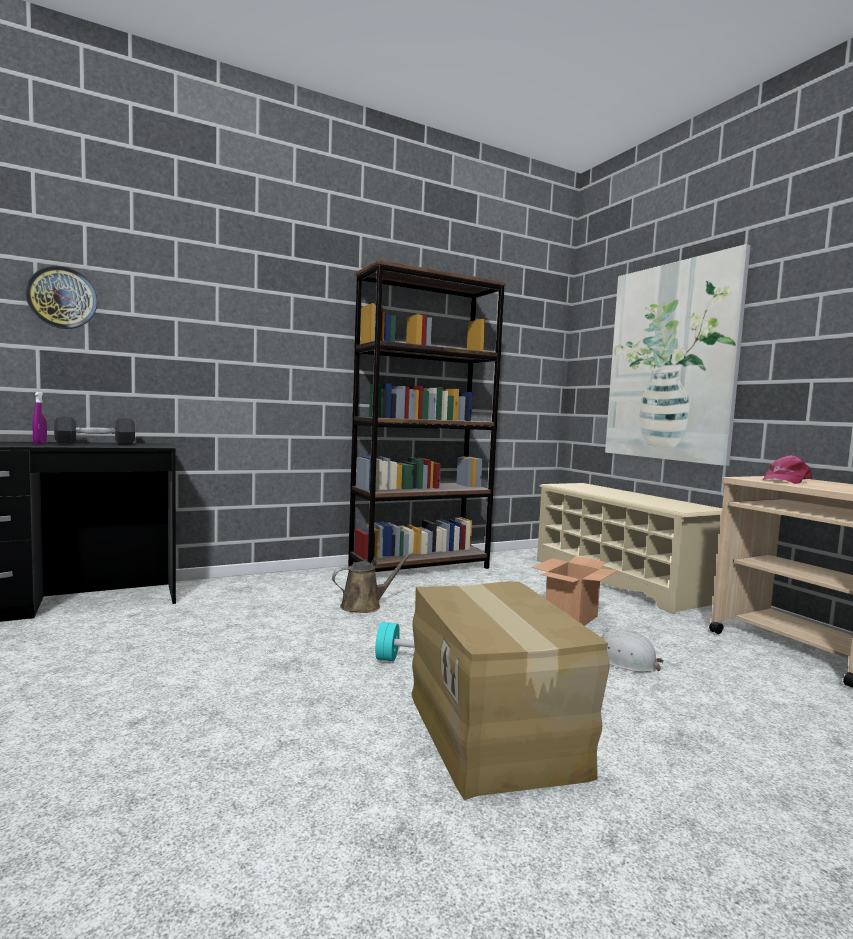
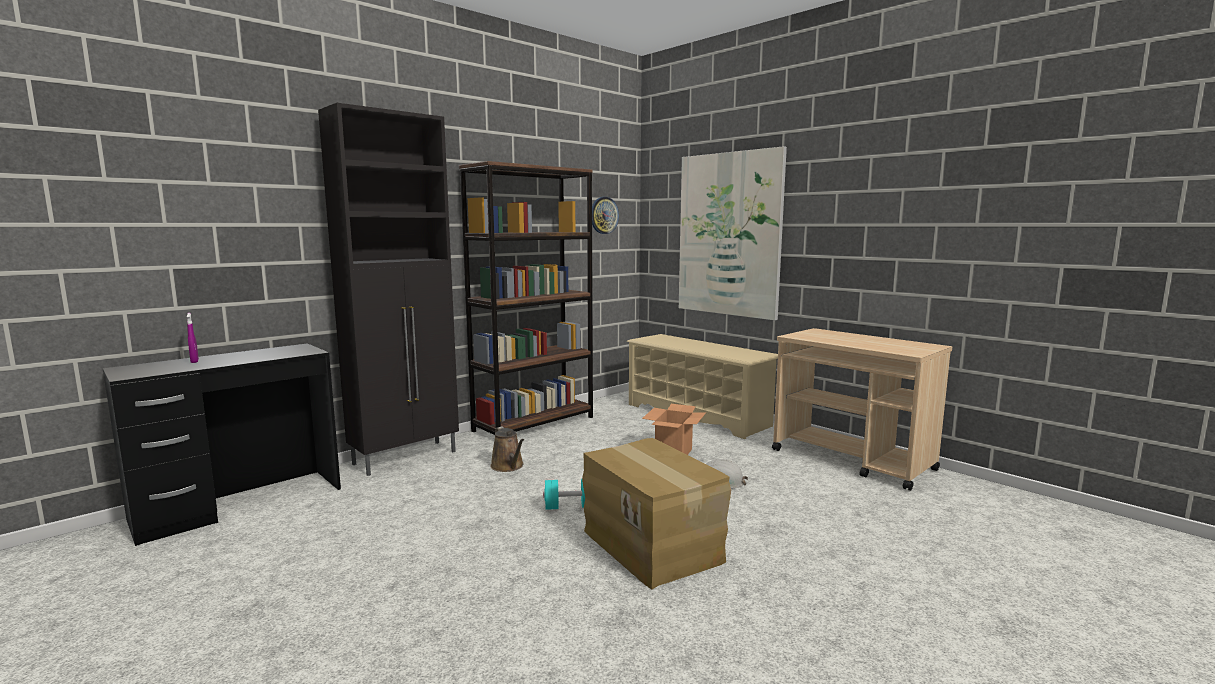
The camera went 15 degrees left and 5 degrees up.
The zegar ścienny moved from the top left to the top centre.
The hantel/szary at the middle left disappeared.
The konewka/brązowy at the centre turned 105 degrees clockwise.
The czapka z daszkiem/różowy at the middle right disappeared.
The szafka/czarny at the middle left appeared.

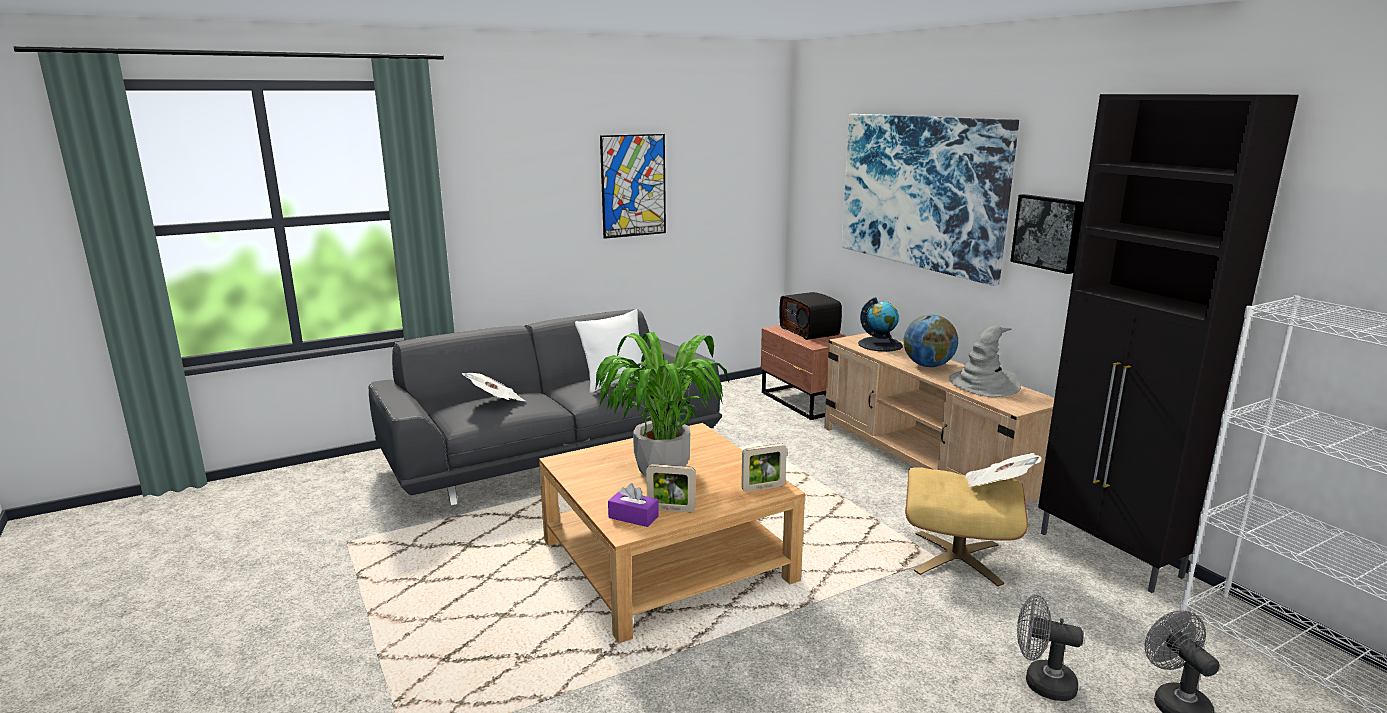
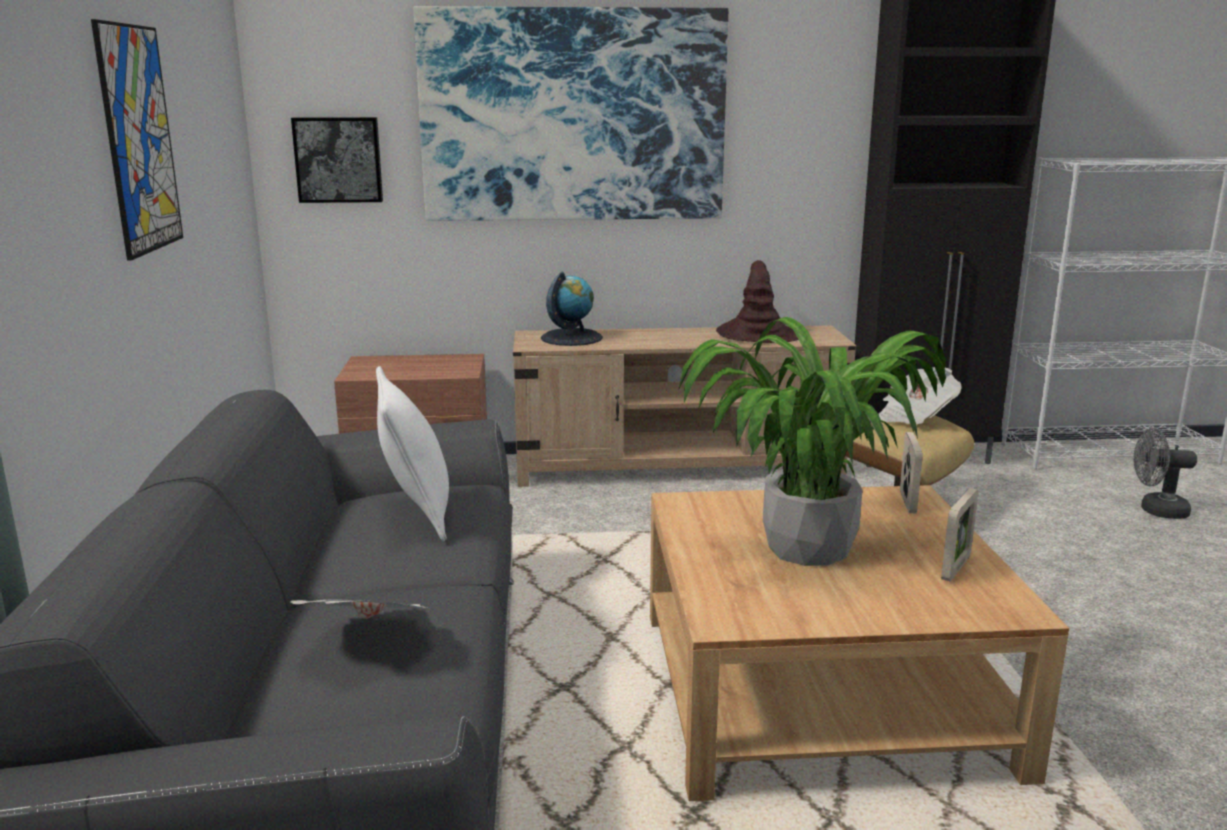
The camera went 65 degrees left and 0 degrees up.
The pudełko chusteczek/fioletowy at the bottom centre disappeared.
The radio at the centre disappeared.
The globus (2nd from left) at the middle right disappeared.
The kapelusz/szary at the middle right became the kapelusz/brązowy at the centre.
The obraz (3rd from left in the first image) moved from the top right to the top left.
The wentylator/szary (1st from left) at the bottom right disappeared.

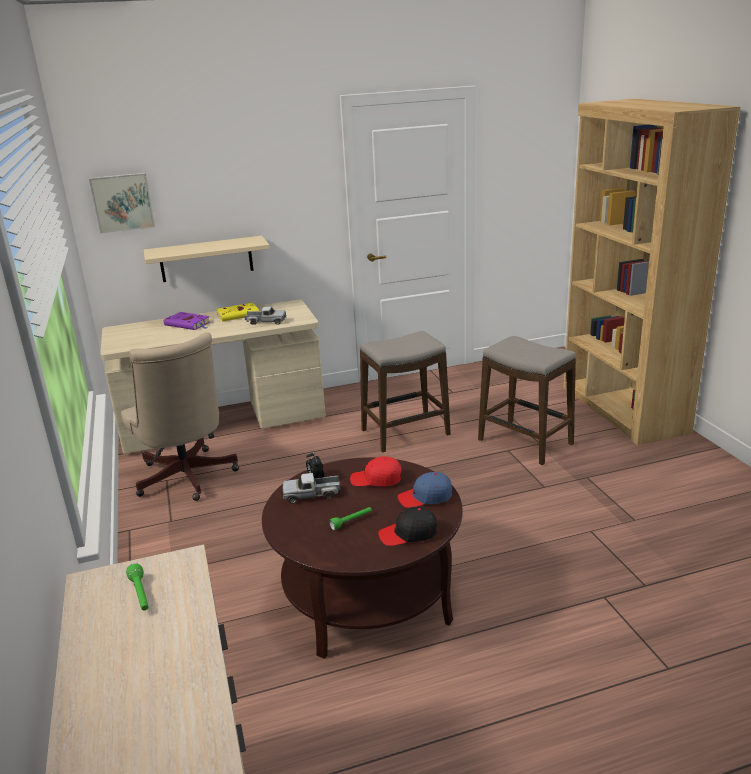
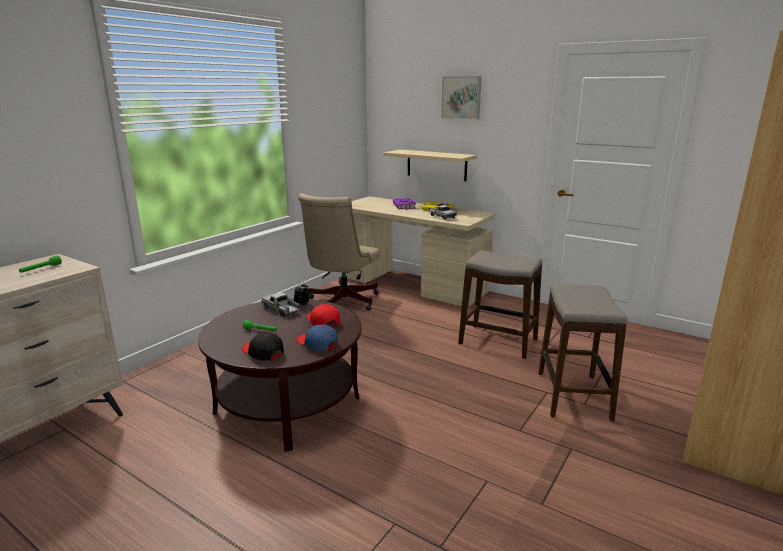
The camera went 50 degrees right and 5 degrees down.
The obraz moved from the top left to the top centre.

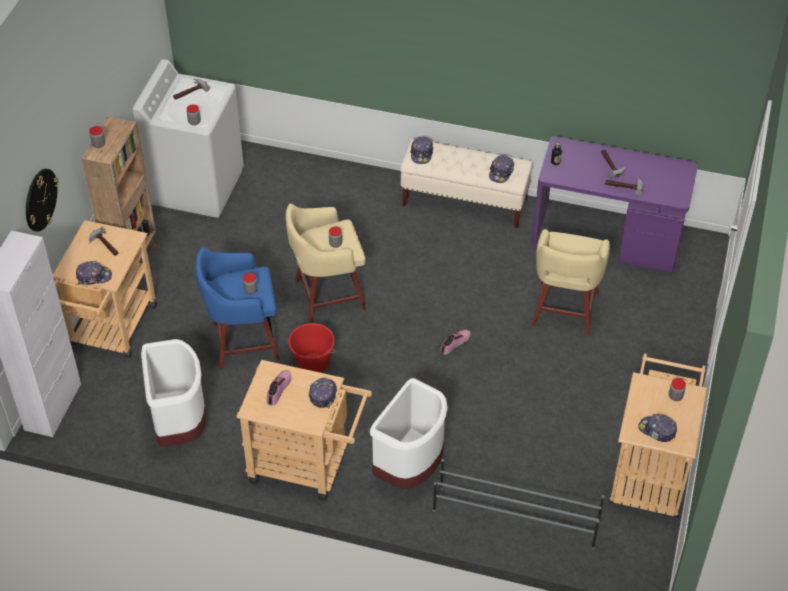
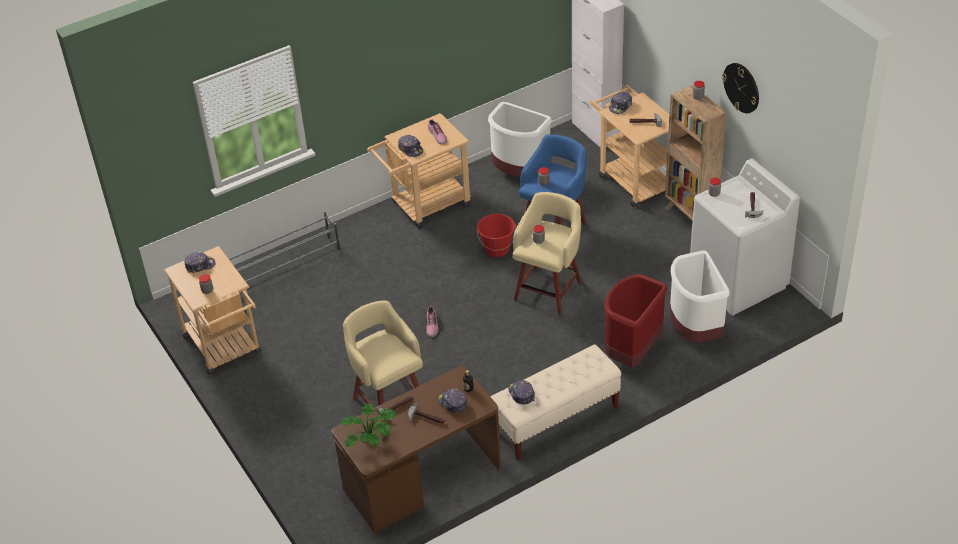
The camera went 135 degrees right and 5 degrees down.
The zegar ścienny moved from the middle left to the top right.
The kosz na śmieci/biały (2nd from left) moved from the bottom centre to the middle right.
The czapka z daszkiem (3rd from left) moved from the top centre to the bottom centre.
The biurko/fioletowy at the middle right became the biurko/brązowy at the bottom centre.
The roślina doniczkowa at the bottom centre appeared.
The kosz na śmieci/czerwony at the centre appeared.

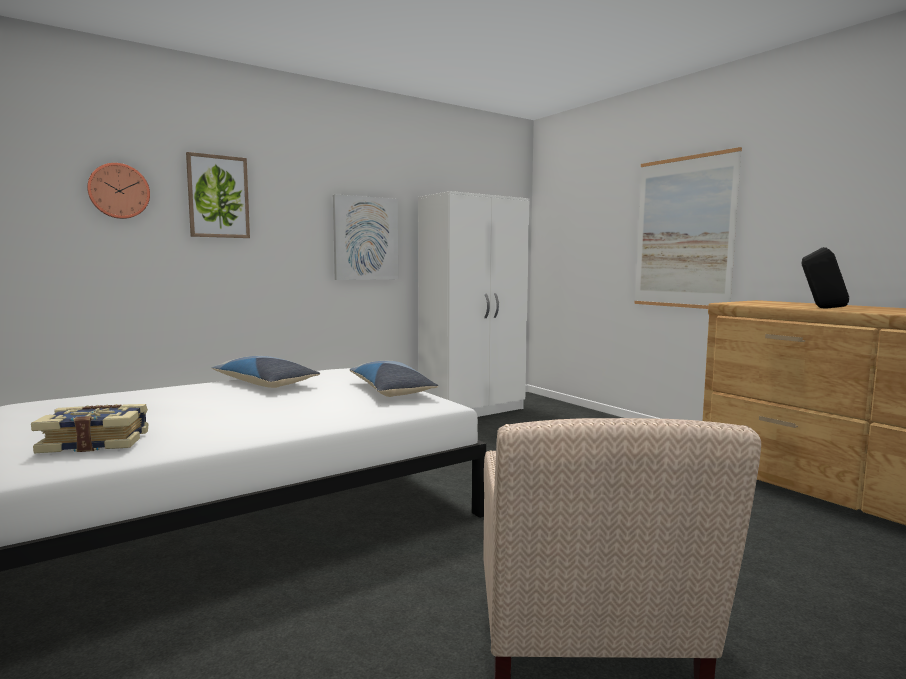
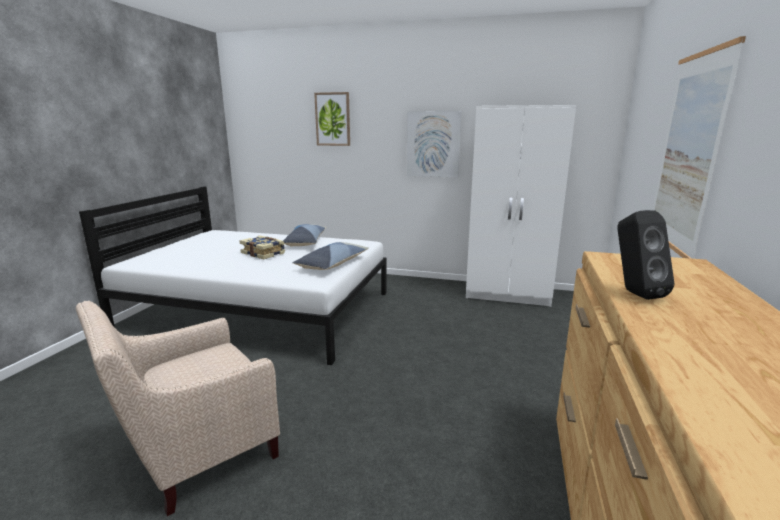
The camera went 50 degrees right and 10 degrees up.
The książka moved from the middle left to the centre.
The zegar ścienny at the top left disappeared.

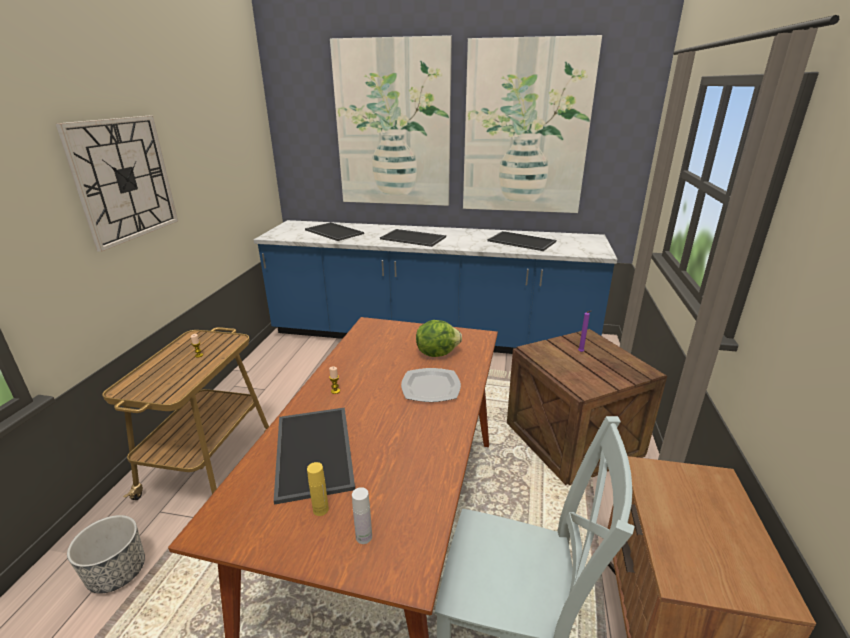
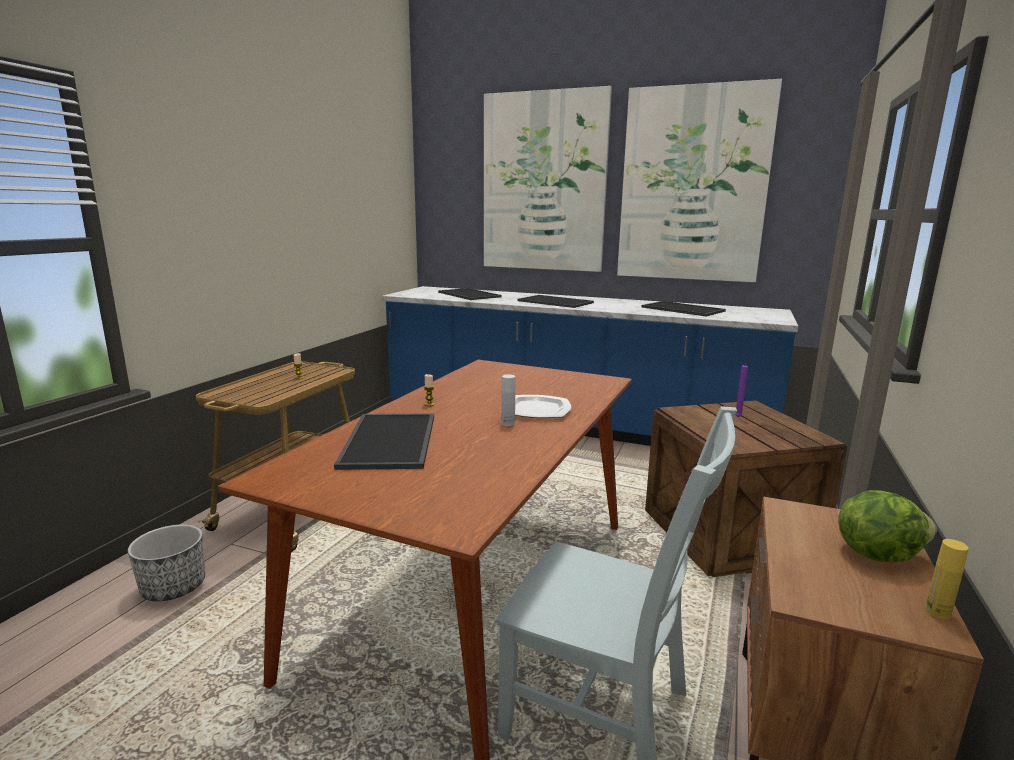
The camera went 10 degrees right and 10 degrees down.
The zegar ścienny at the top left disappeared.
The butelka/żółty moved from the bottom centre to the bottom right.
The butelka/biały moved from the bottom centre to the centre.
The sałata moved from the centre to the bottom right.

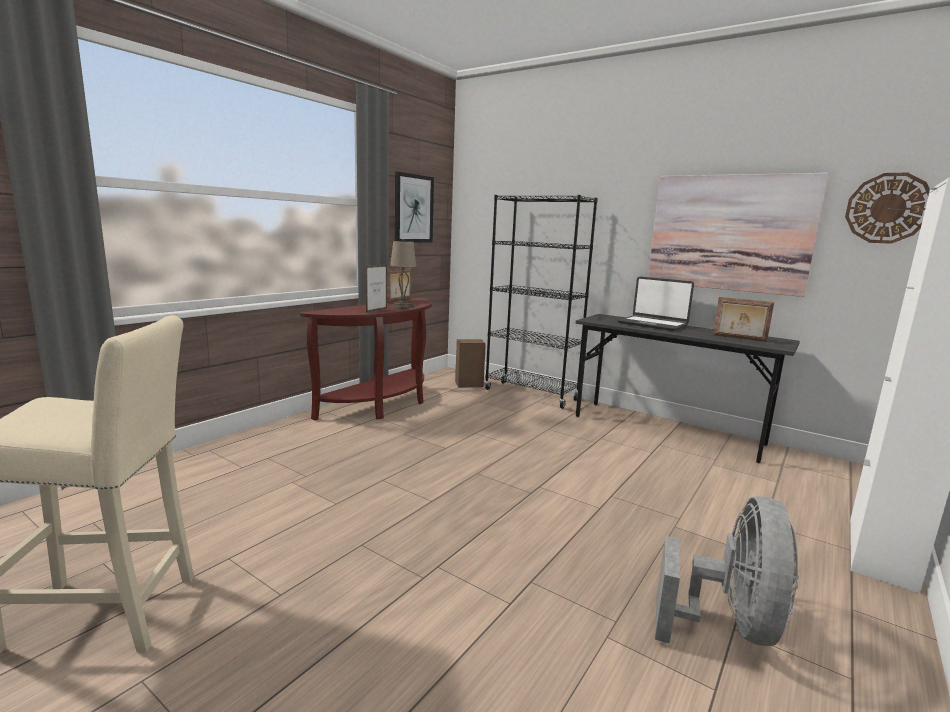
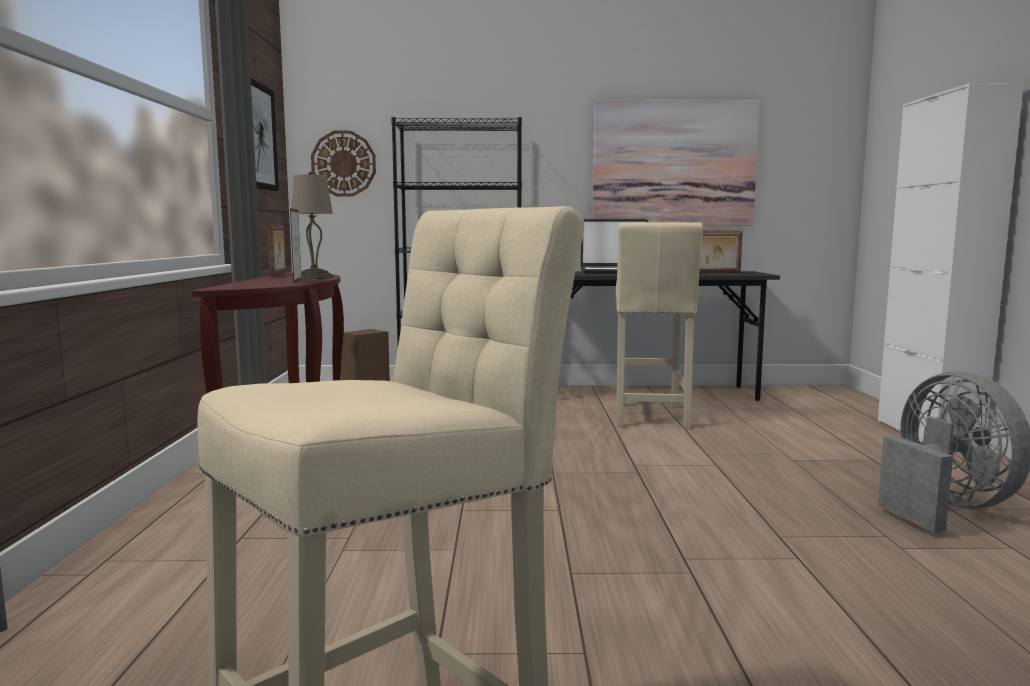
The camera went 35 degrees left and 5 degrees down.
The zegar ścienny moved from the top right to the top left.
The stołek/beżowy (2nd from left) at the centre appeared.

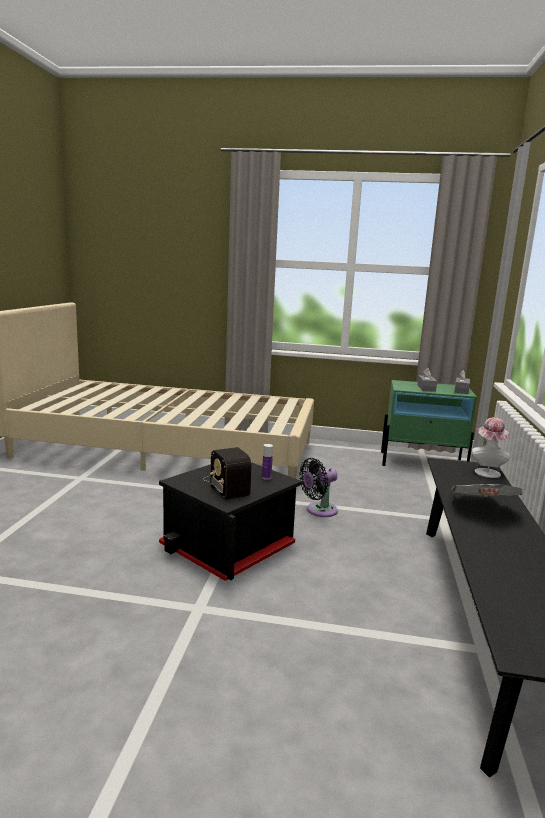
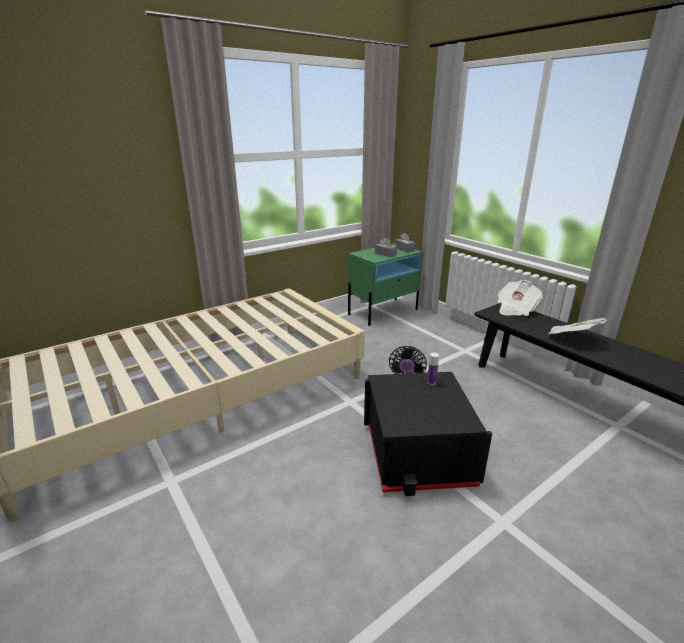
The camera went 45 degrees left and 10 degrees up.
The radio at the centre disappeared.
The kapelusz at the middle right was replaced by the gazeta (1st from left) at the middle right.

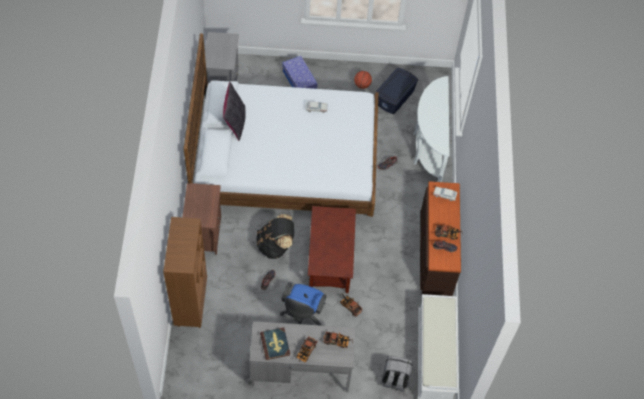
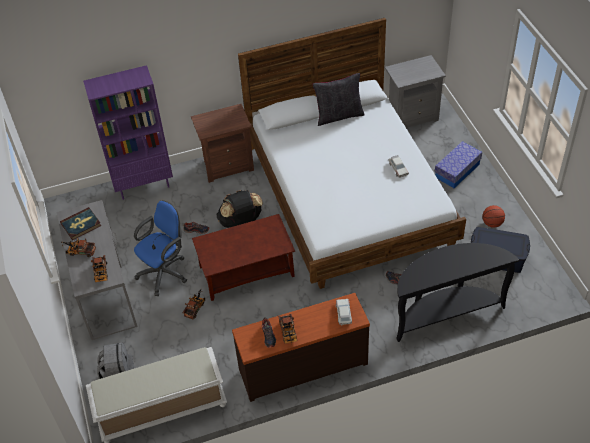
The camera went 75 degrees right and 10 degrees down.
The regał/brązowy at the bottom left became the regał/fioletowy at the top left.
The krzesło biurowe/niebieski at the bottom centre turned 135 degrees clockwise.
The stolik konsolowy/biały at the top right became the stolik konsolowy/czarny at the middle right.

